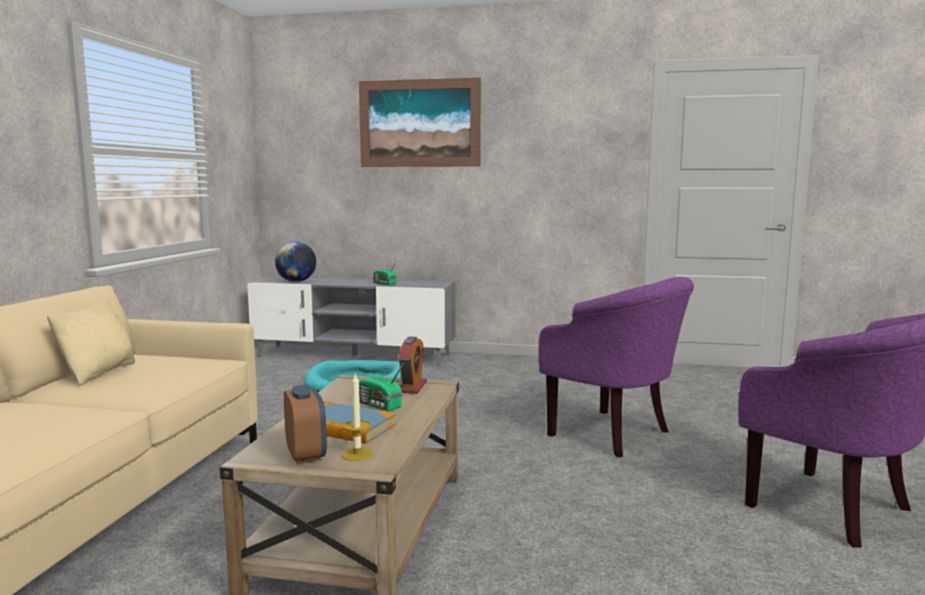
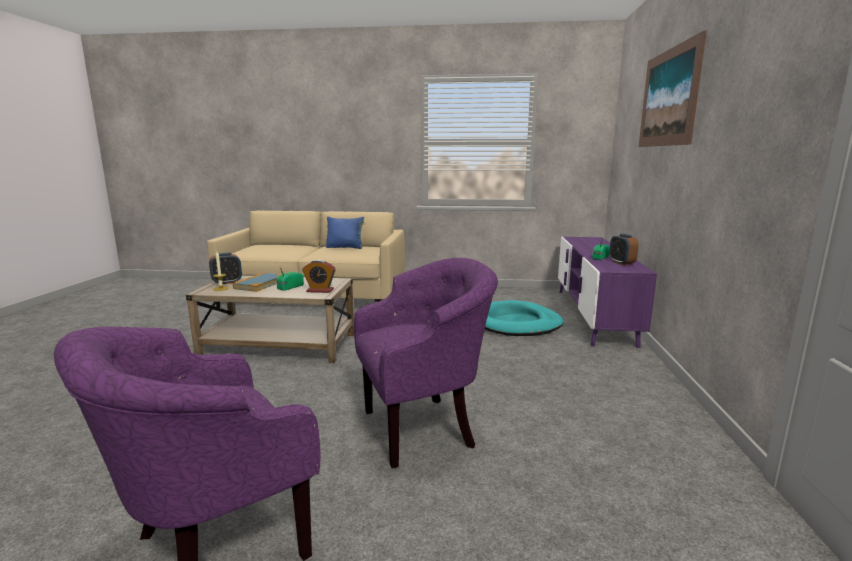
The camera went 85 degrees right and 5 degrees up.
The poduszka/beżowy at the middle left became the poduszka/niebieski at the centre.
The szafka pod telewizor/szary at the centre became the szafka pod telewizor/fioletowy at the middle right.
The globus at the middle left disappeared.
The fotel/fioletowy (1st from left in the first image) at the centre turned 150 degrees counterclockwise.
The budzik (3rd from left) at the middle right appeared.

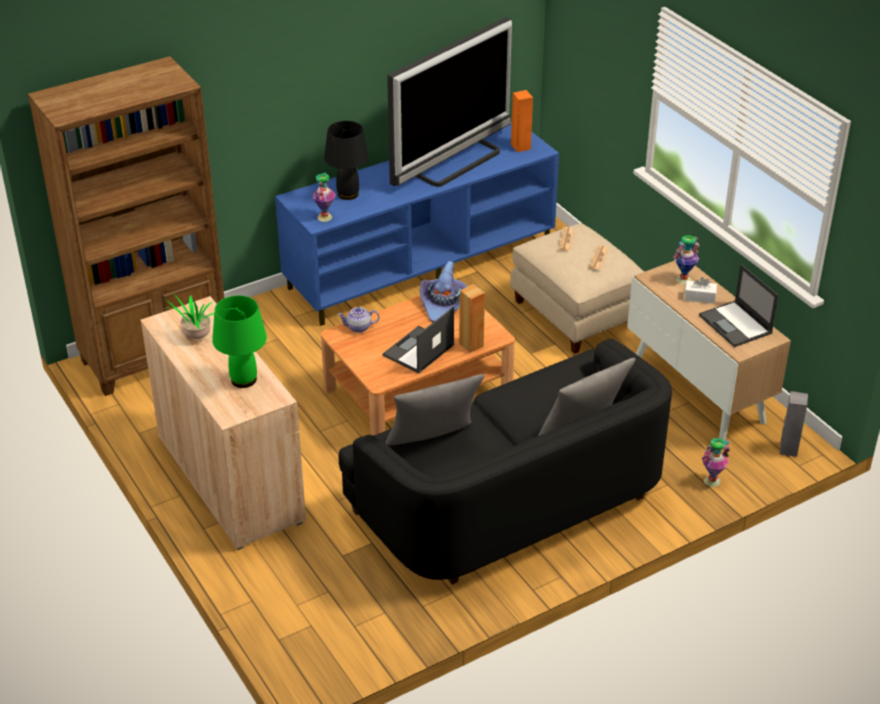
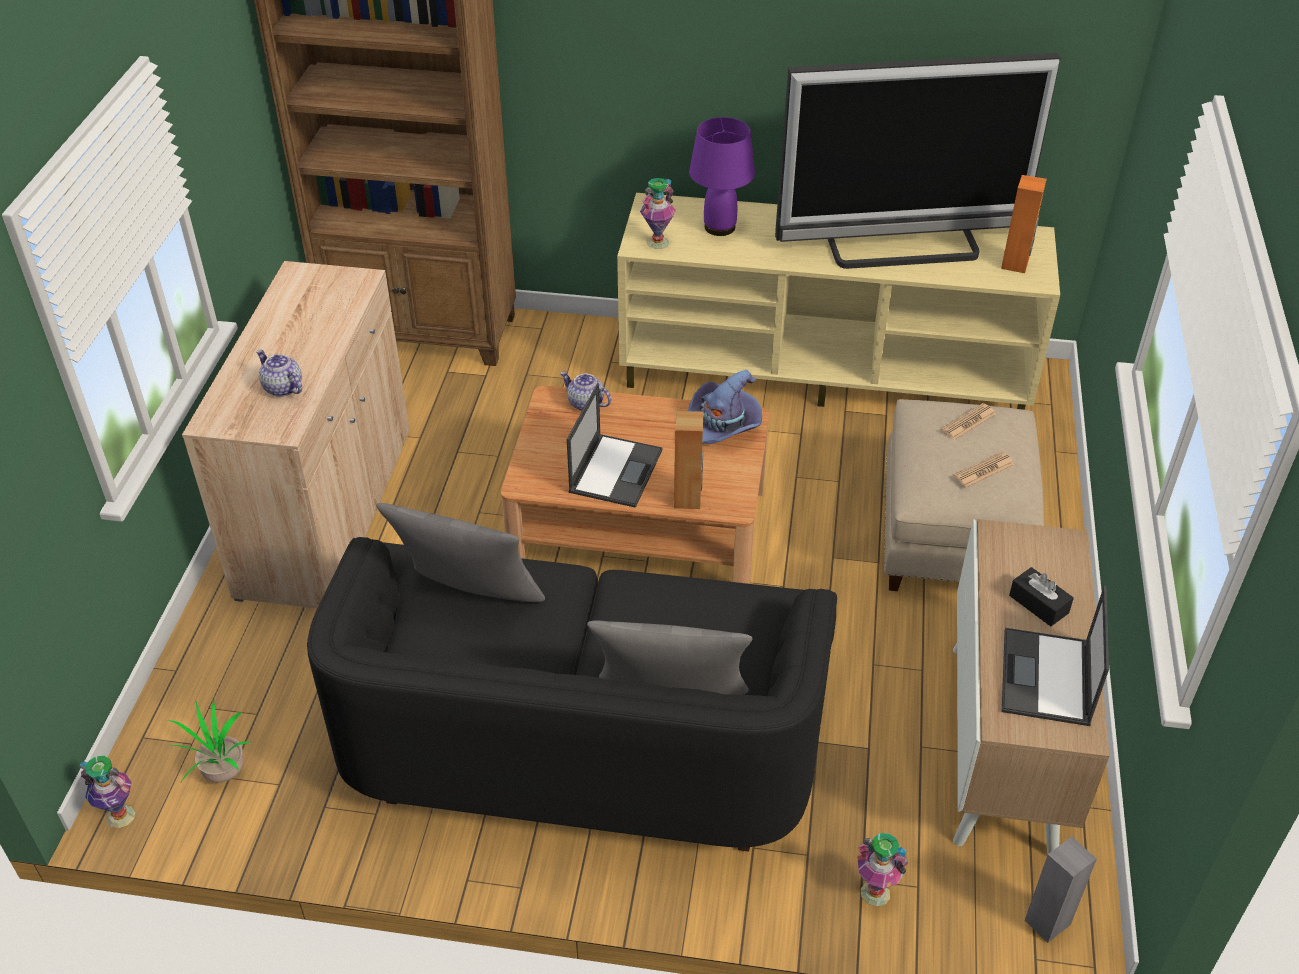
The camera went 40 degrees right and 5 degrees up.
The roślina doniczkowa moved from the middle left to the bottom left.
The lampa stołowa/zielony at the middle left was replaced by the imbryk (1st from left) at the middle left.
The szafka pod telewizor/niebieski at the top centre became the szafka pod telewizor/beżowy at the top centre.
The lampa stołowa/czarny at the top centre became the lampa stołowa/fioletowy at the top centre.
The laptop (1st from left) at the centre turned 120 degrees clockwise.
The wazon (2nd from left in the first image) moved from the middle right to the bottom left.
The pudełko chusteczek/biały at the middle right became the pudełko chusteczek/czarny at the middle right.

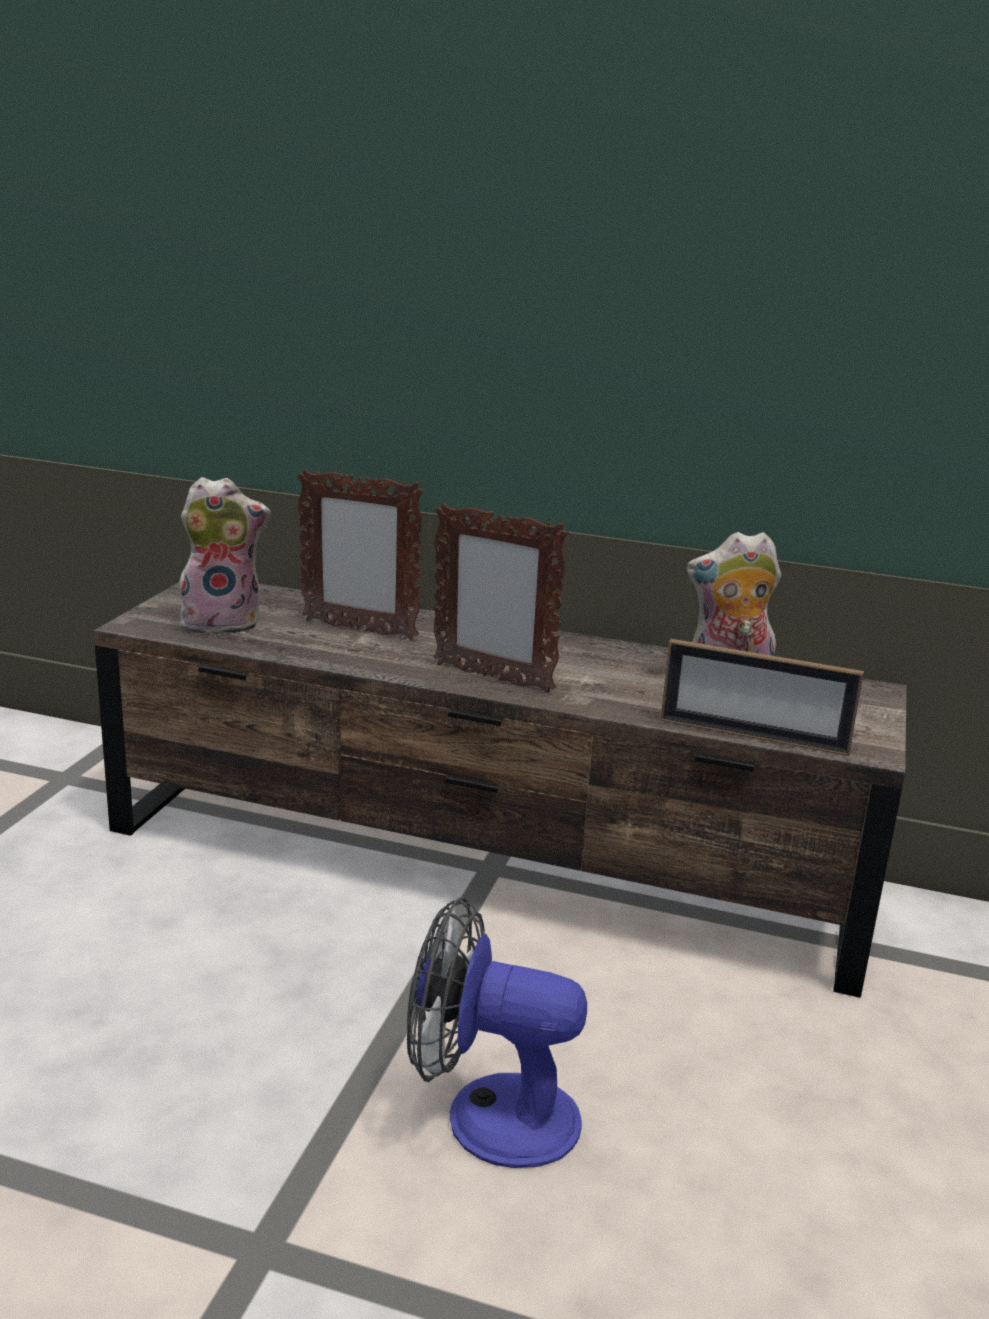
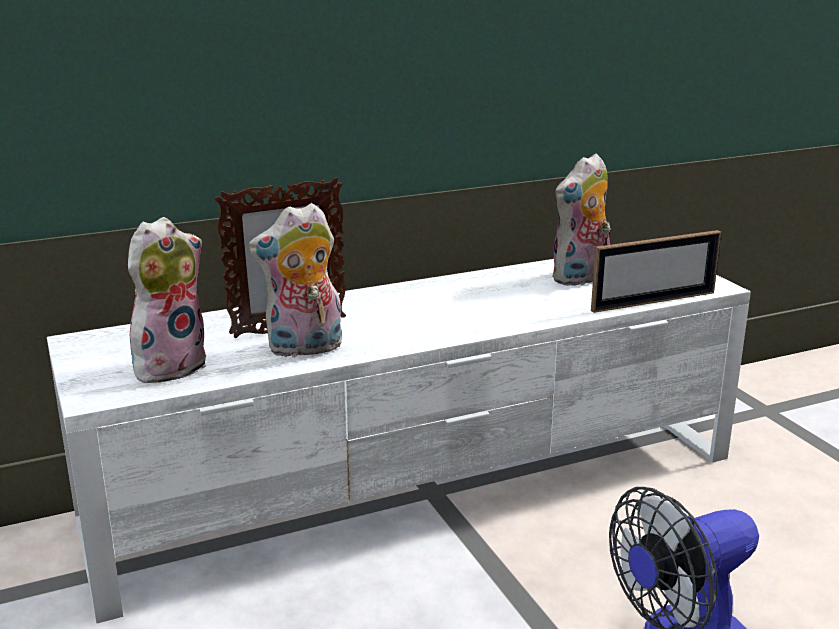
The camera went 40 degrees left and 0 degrees up.
The szafka pod telewizor/brązowy at the centre became the szafka pod telewizor/biały at the bottom centre.
The ramka na zdjęcie (2nd from left) at the centre disappeared.
The pluszak (2nd from left) at the centre appeared.

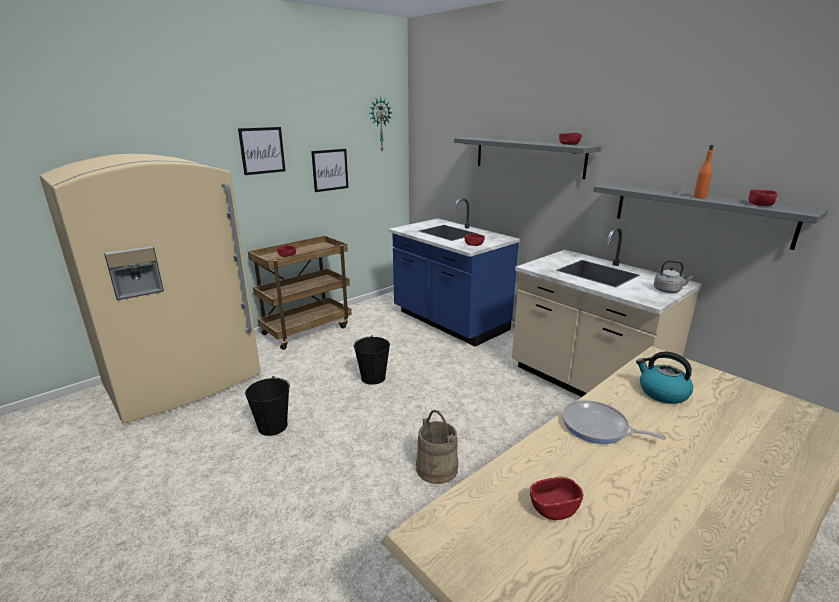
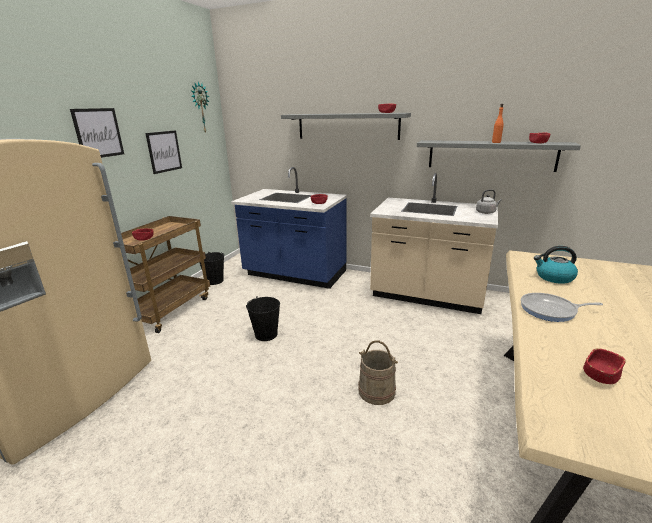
The camera went 25 degrees left and 0 degrees up.
The wiadro/czarny (1st from left) moved from the bottom left to the middle left.

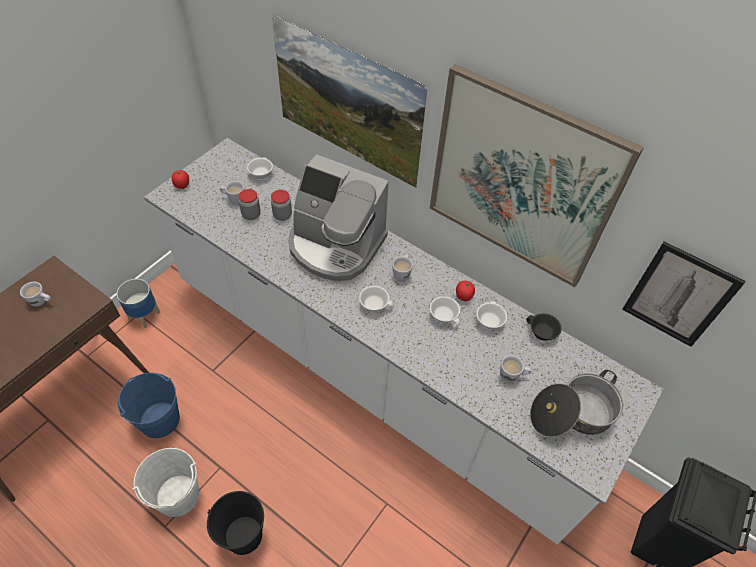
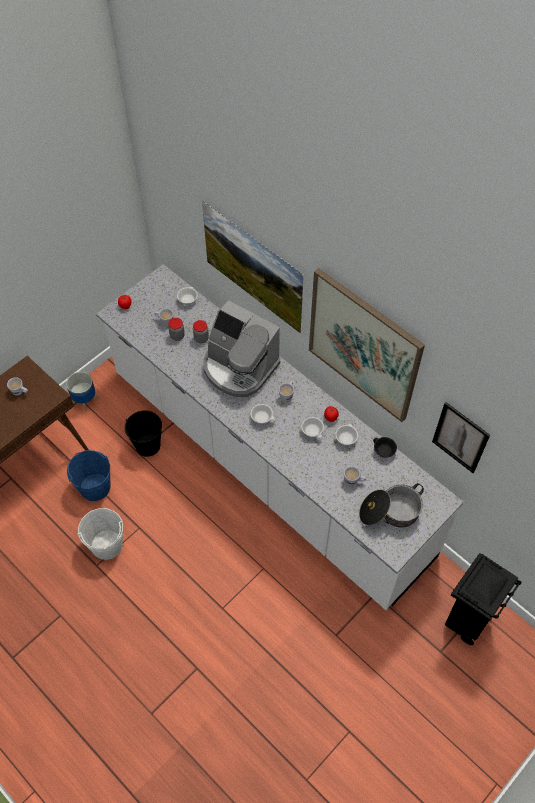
The camera went 10 degrees right and 5 degrees up.
The wiadro/czarny moved from the bottom left to the middle left.

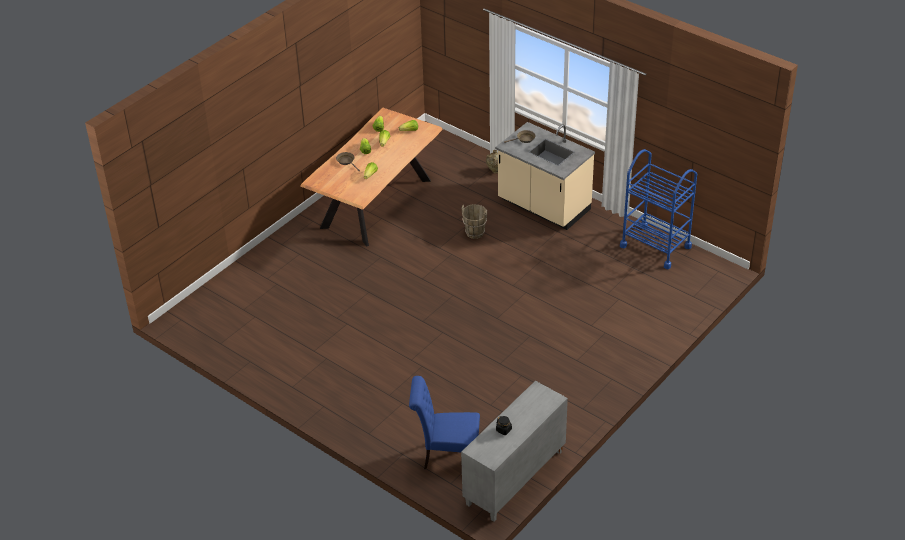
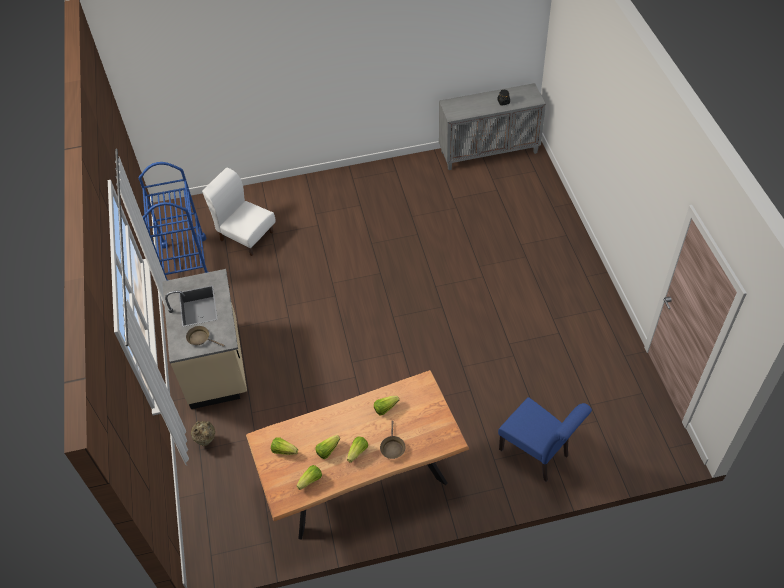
The camera went 140 degrees left and 10 degrees up.
The krzesło/niebieski moved from the bottom centre to the bottom right.
The wiadro/brązowy at the centre disappeared.
The krzesło/biały at the middle left appeared.

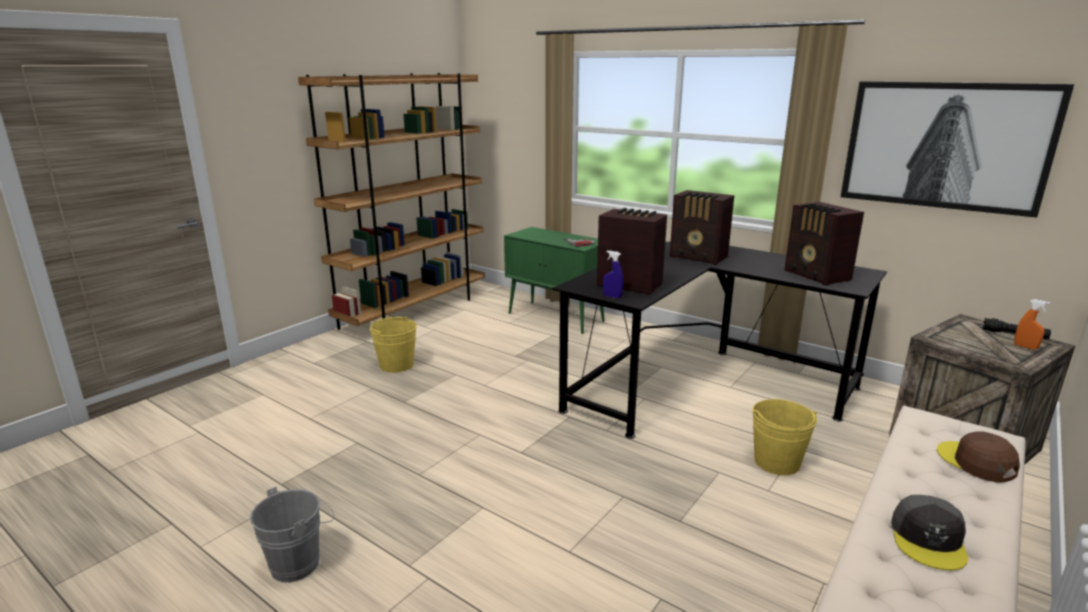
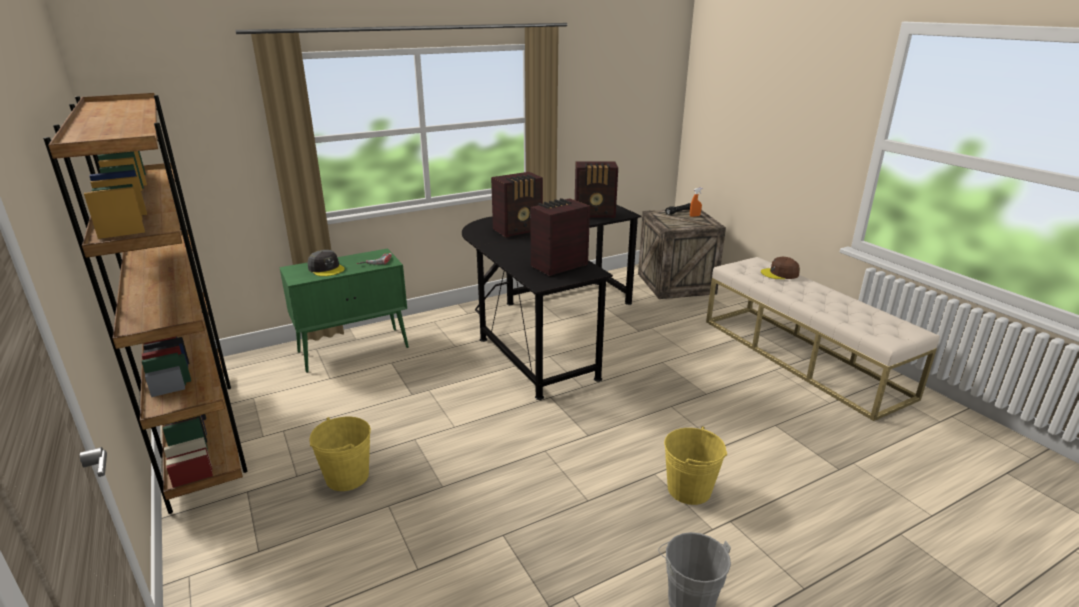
The camera went 65 degrees left and 5 degrees up.
The spryskiwacz/niebieski at the centre disappeared.
The wiadro/żółty (2nd from left) moved from the bottom right to the bottom centre.
The obraz at the top right disappeared.
The czapka z daszkiem/szary moved from the bottom right to the middle left.

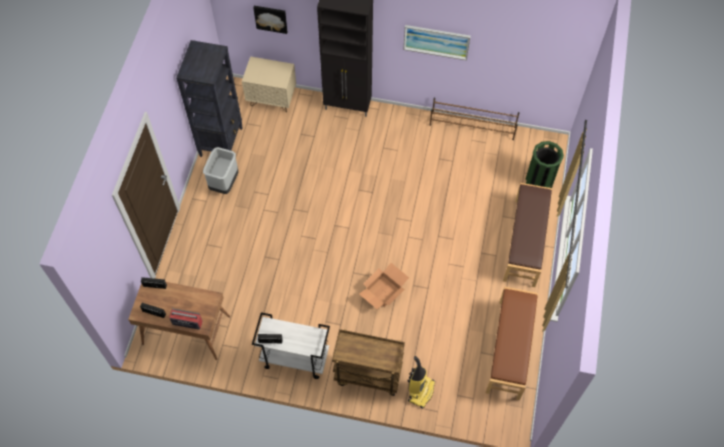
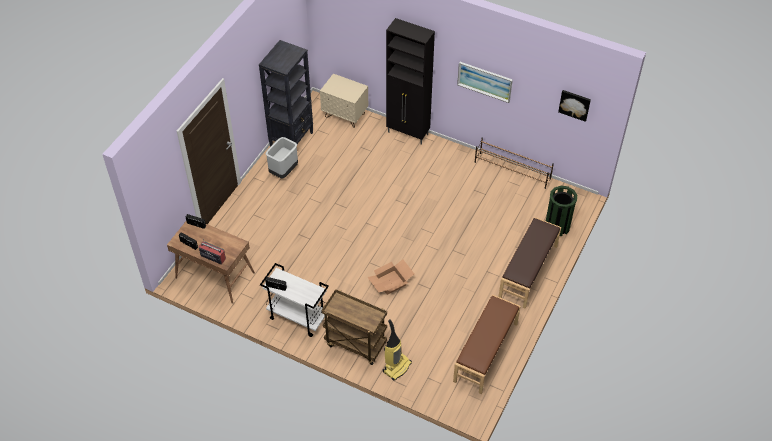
The camera went 15 degrees right and 10 degrees down.
The obraz (1st from left in the first image) moved from the top centre to the top right.

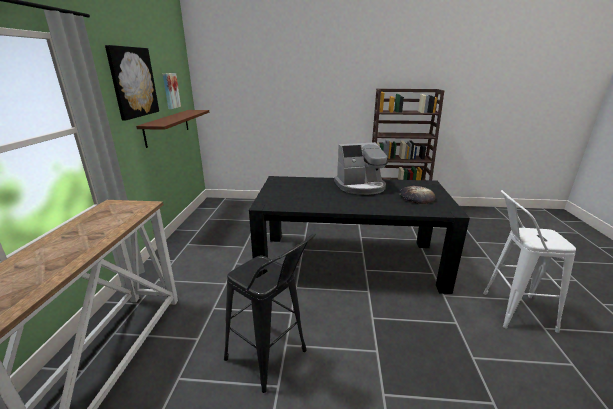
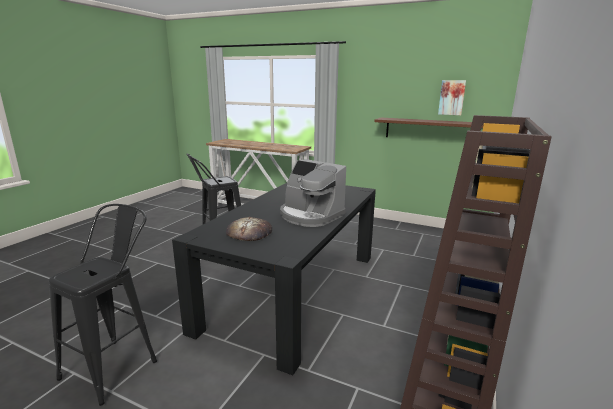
The camera went 110 degrees right and 5 degrees down.
The obraz (1st from left) at the top left disappeared.
The ekspres do kawy at the centre turned 60 degrees counterclockwise.
The stołek/biały at the middle right became the stołek/czarny (1st from left) at the bottom left.

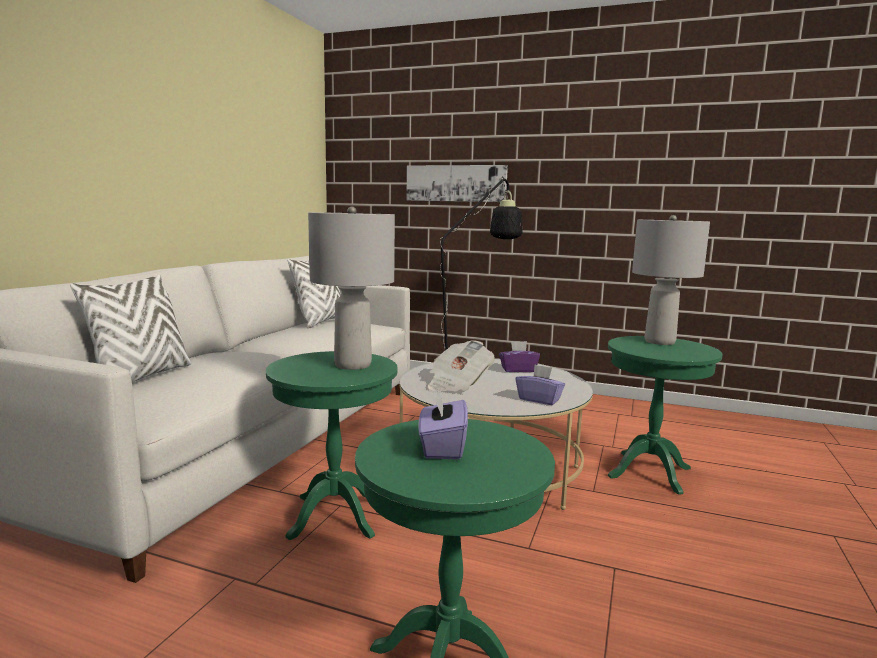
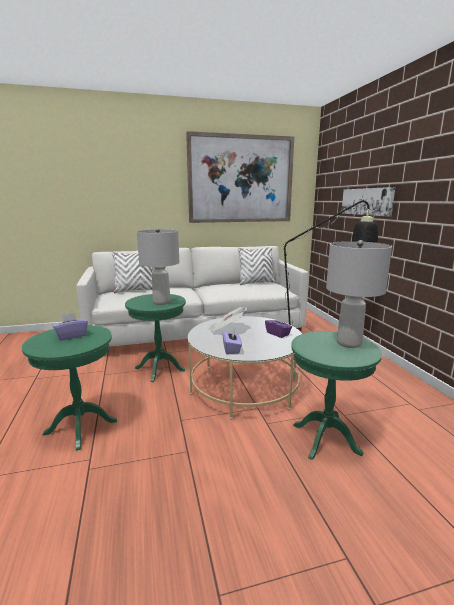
The camera went 55 degrees right and 5 degrees up.
The obraz (1st from left) at the top centre appeared.

